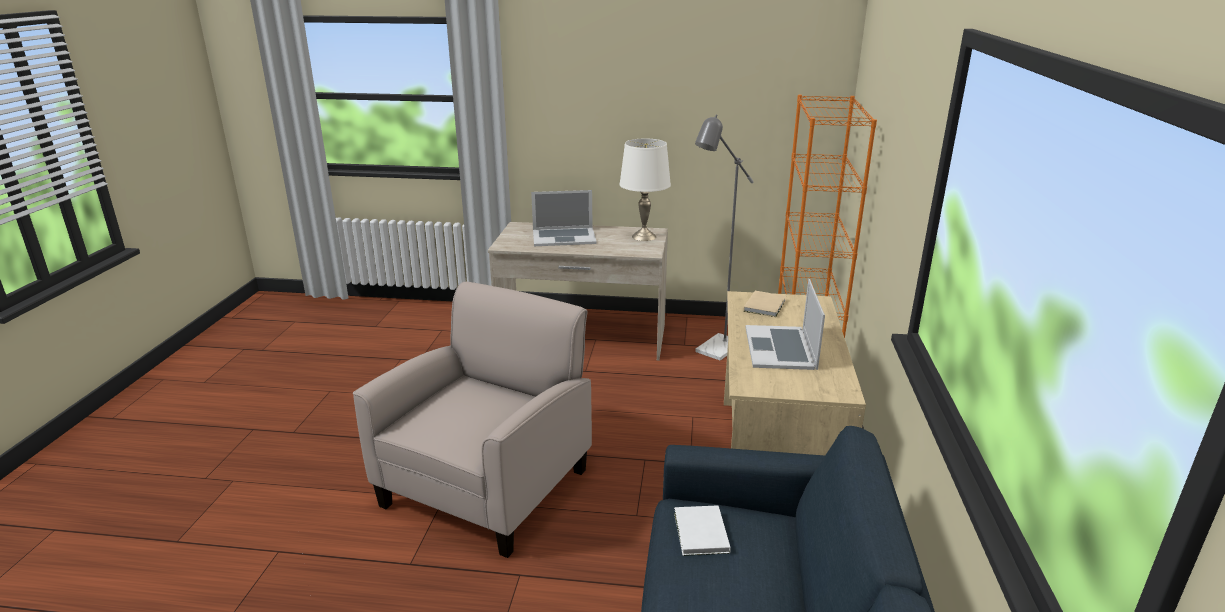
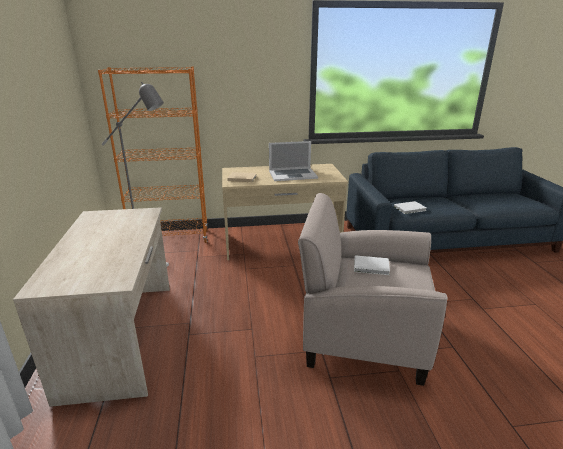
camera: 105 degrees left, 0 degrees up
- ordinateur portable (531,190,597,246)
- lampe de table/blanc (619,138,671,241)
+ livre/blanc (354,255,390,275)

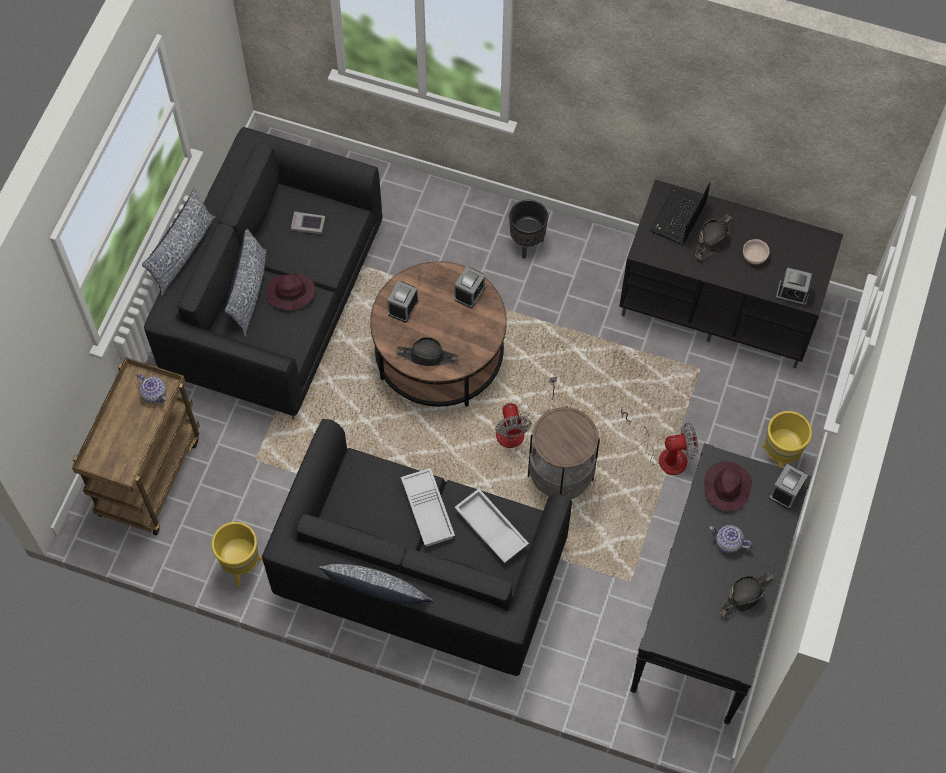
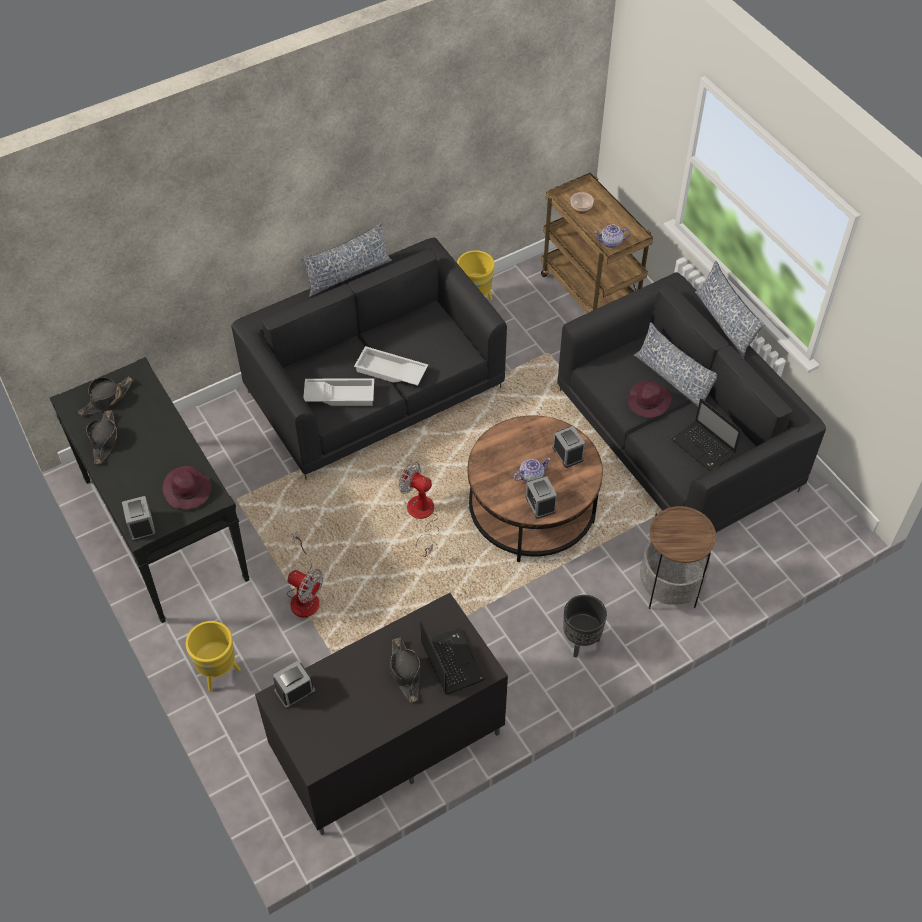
camera: 130 degrees right, 10 degrees down
~ chapeau/noir (396,337,459,366) to (78,377,133,416)
~ table d'appoint (527,406,600,499) to (640,506,716,609)
~ théière (709,525,752,553) to (514,458,550,483)
~ bol (743,239,770,265) to (571,192,594,214)
~ livre (291,212,325,234) to ordinateur portable (671,398,742,471)
~ ventilateur (621,408,698,475) = (287,531,323,618) 90 degrees counterclockwise

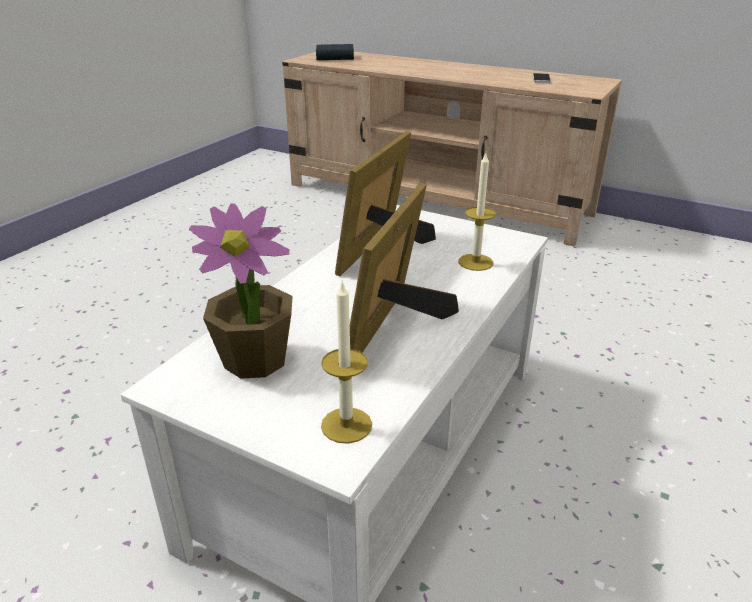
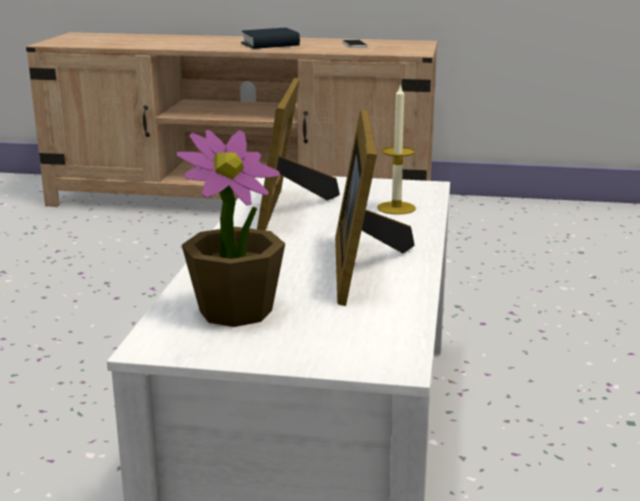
camera: 20 degrees left, 10 degrees down
- bougie (321,280,372,444)
~ livre (316,44,354,60) to (241,28,300,49)

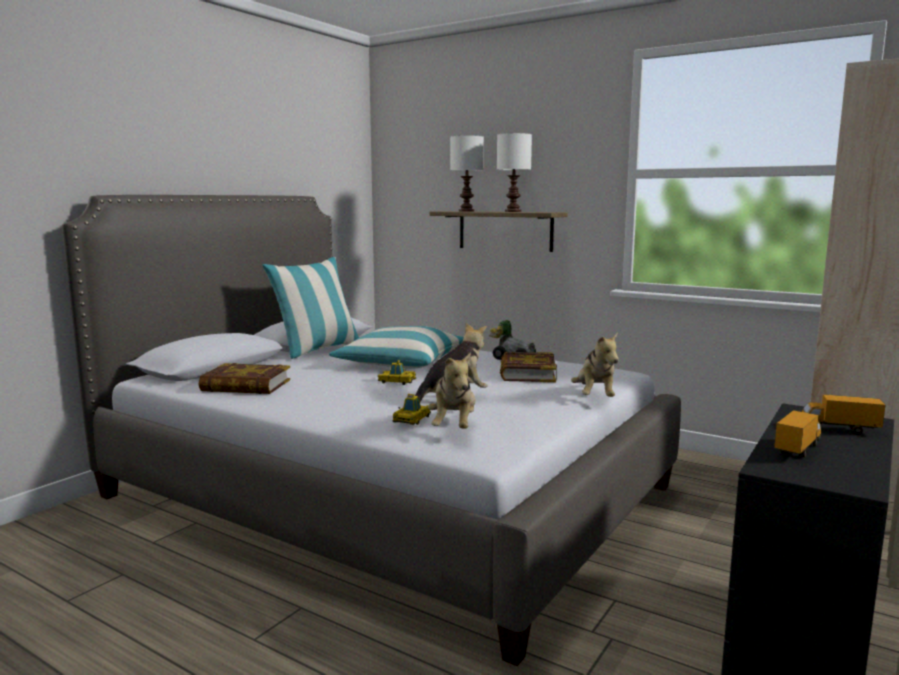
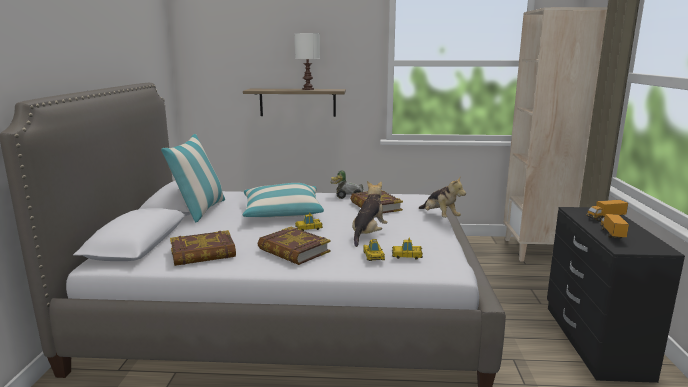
camera: 30 degrees left, 5 degrees up
- lampe de table/blanc (450,135,484,211)
+ livre (258,227,331,265)
~ peluche (428,352,476,429) to petite voiture (392,238,423,260)

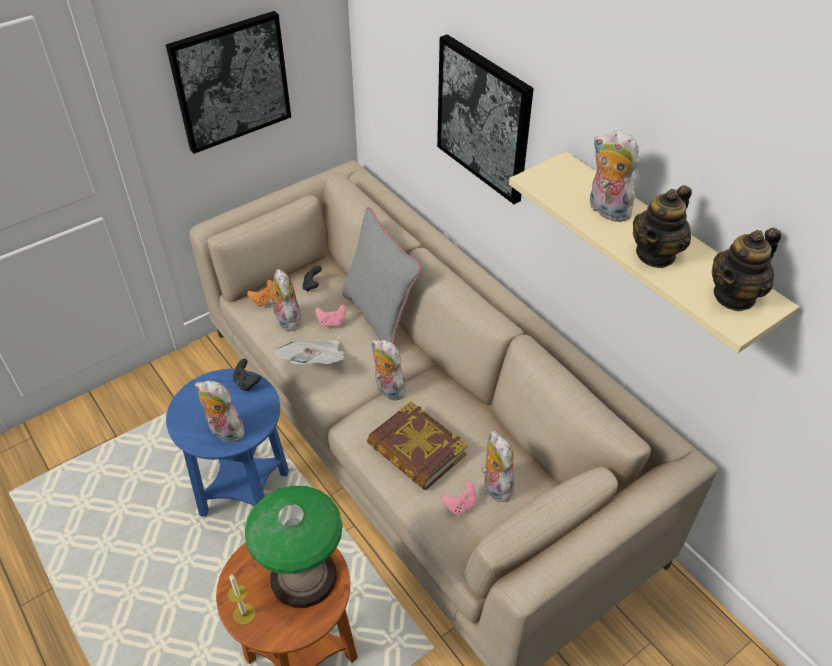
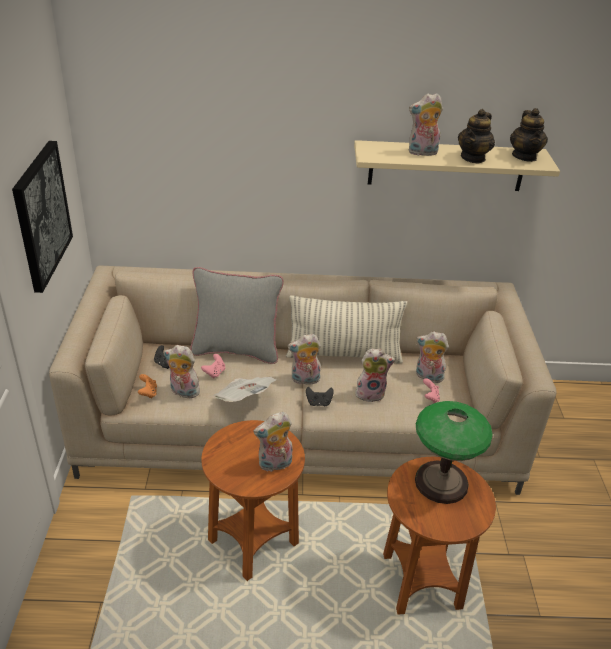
camera: 55 degrees left, 10 degrees down
- bougie (227,575,256,625)
- tableau (437,34,534,204)
+ coussin (286,295,407,364)
~ manette/noir (233,359,261,391) to (306,387,334,406)
~ livre (367,401,468,490) to peluche (355,348,395,402)
~ table d'appoint/bleu (166,369,289,517) to table d'appoint/marron (201,420,305,581)
~ théière (633,185,692,268) = (458,109,495,164) 45 degrees clockwise

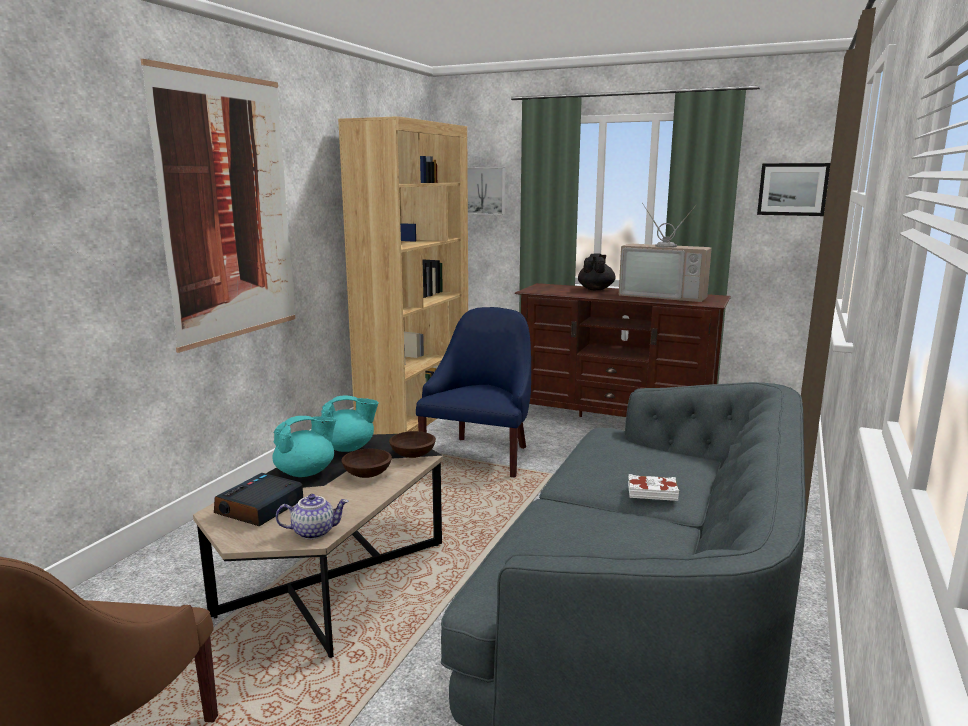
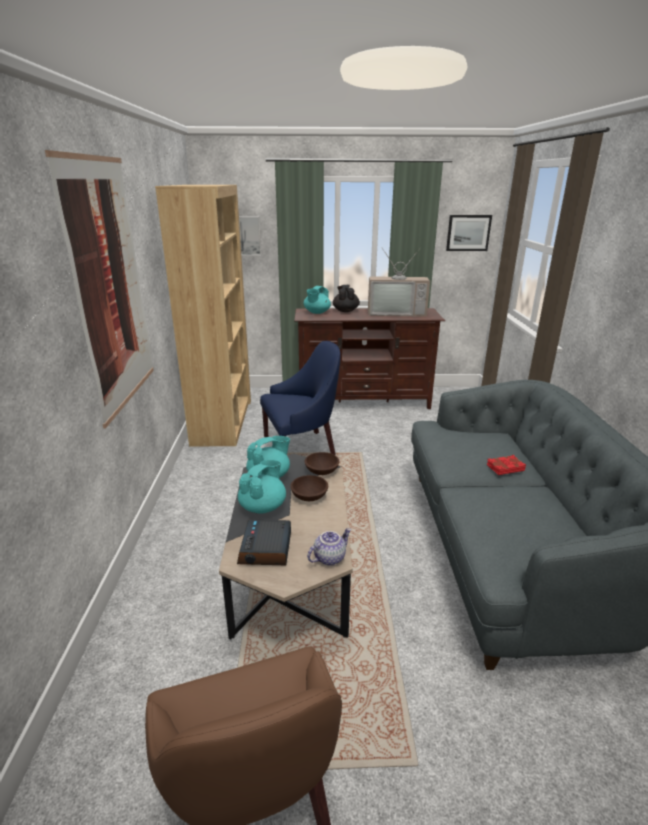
camera: 25 degrees left, 10 degrees up
+ théière/turquoise (304,286,331,314)
~ livre/blanc (628,474,679,501) to livre/rouge (487,455,526,475)
~ fauteuil/bleu (416,307,531,478) = (260,341,341,455) 75 degrees clockwise

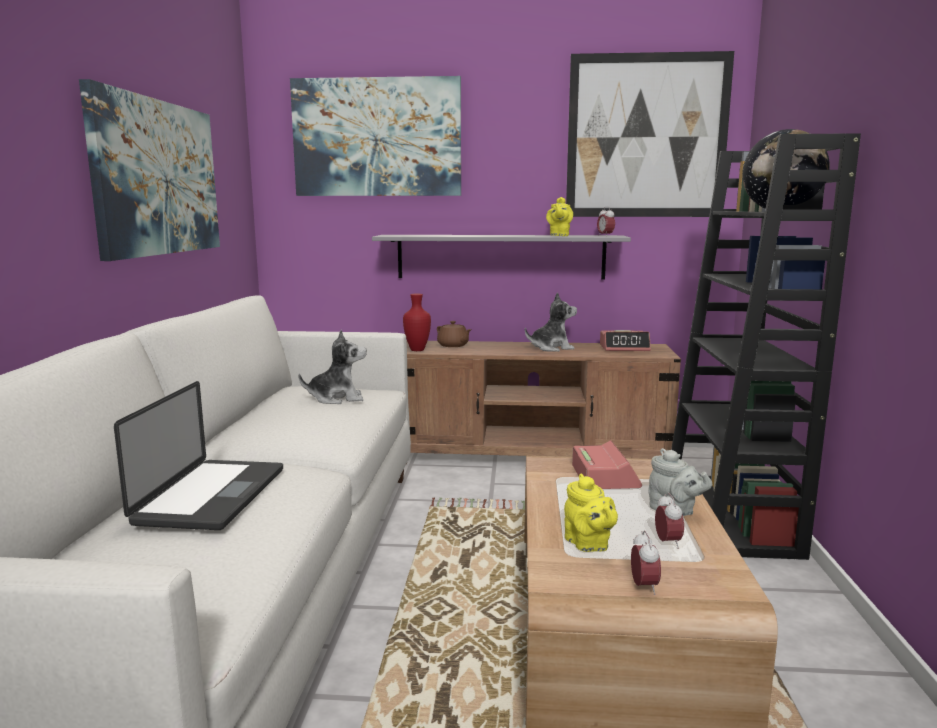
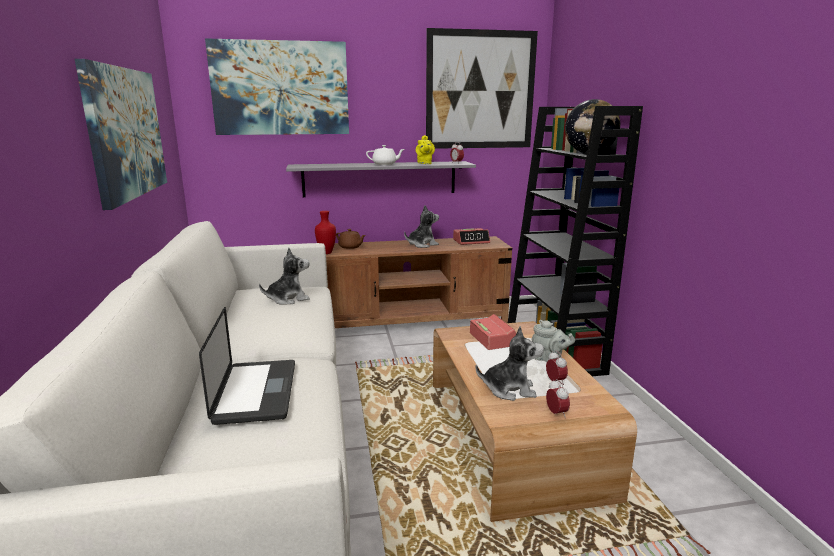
camera: 15 degrees left, 5 degrees up
+ théière/blanc (366,145,405,165)
~ théière/jaune (564,474,618,552) to peluche (475,326,544,401)

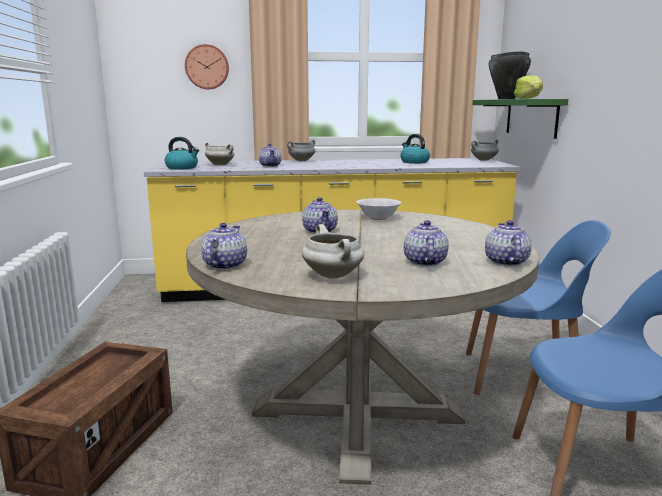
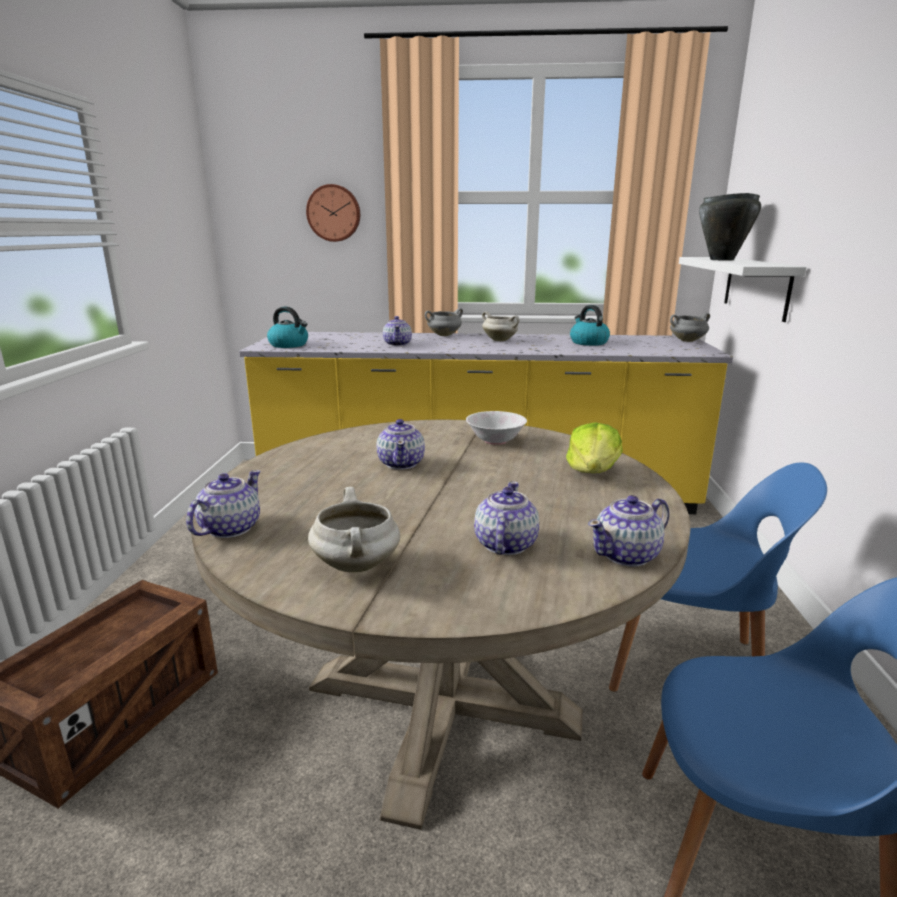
camera: 10 degrees right, 5 degrees up
~ marmite/blanc (205,142,234,165) to (482,311,519,341)
~ laitue (514,75,543,99) to (566,422,623,473)
~ étagère/vert (472,99,568,139) to étagère/blanc (679,257,807,322)
~ théière (485,220,532,266) = (588,495,669,567) 135 degrees counterclockwise

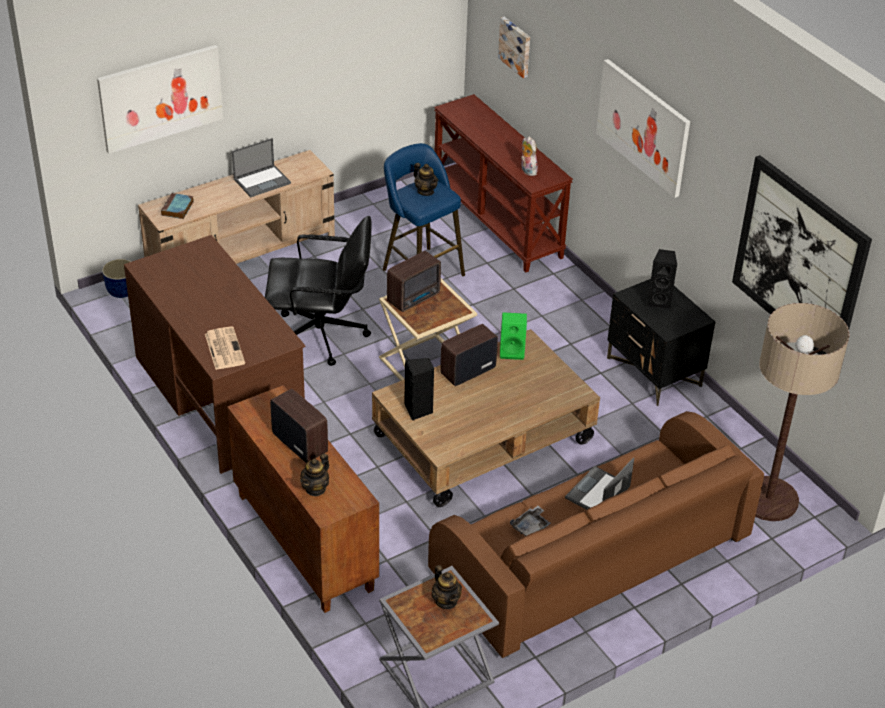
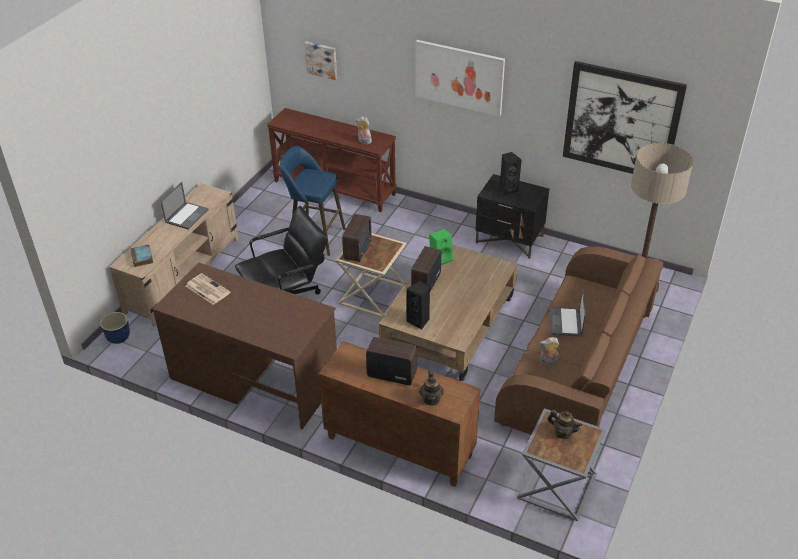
camera: 30 degrees left, 0 degrees up
- tableau (97,45,223,154)
- théière (414,163,438,196)
~ journal (205,326,245,370) to (186,273,230,305)
~ plateau/gris (510,506,551,536) to peluche (539,337,559,366)

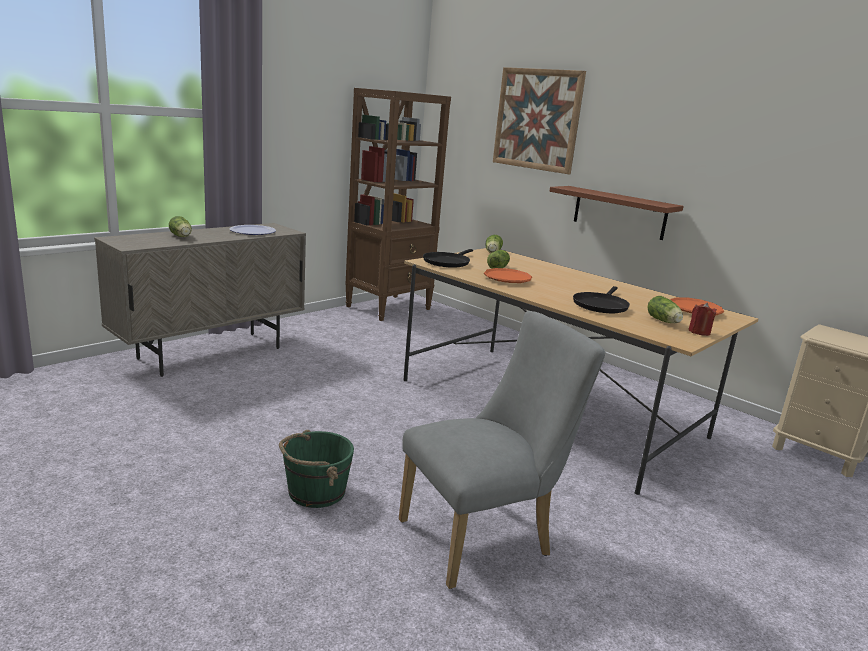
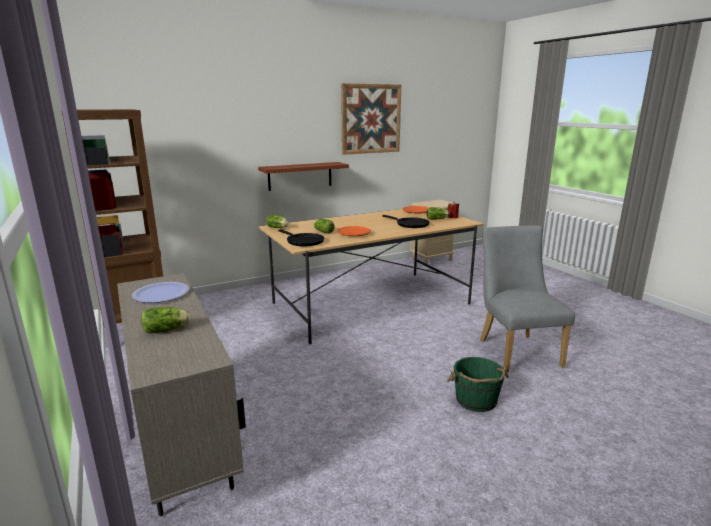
camera: 70 degrees left, 0 degrees up
~ tableau (493,67,586,174) to (341,83,401,155)

